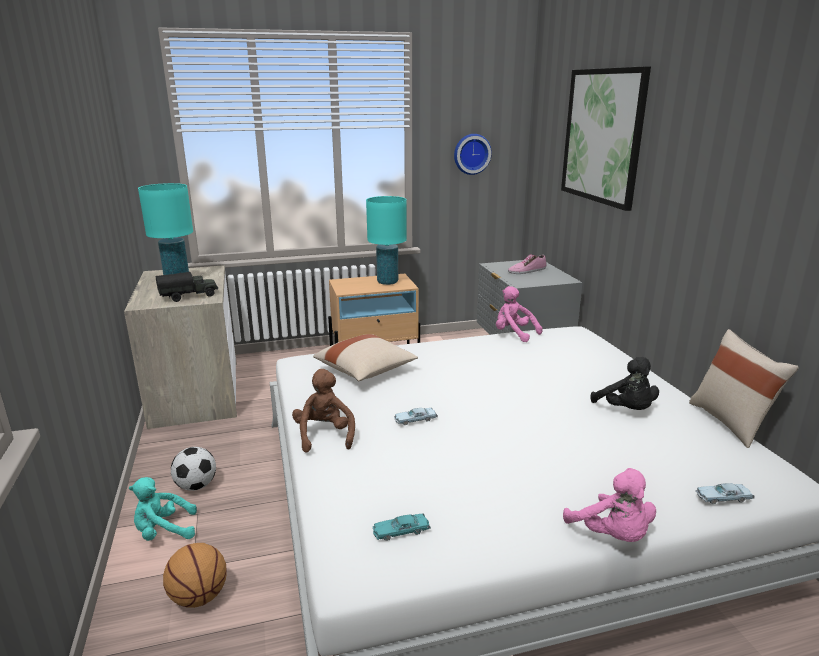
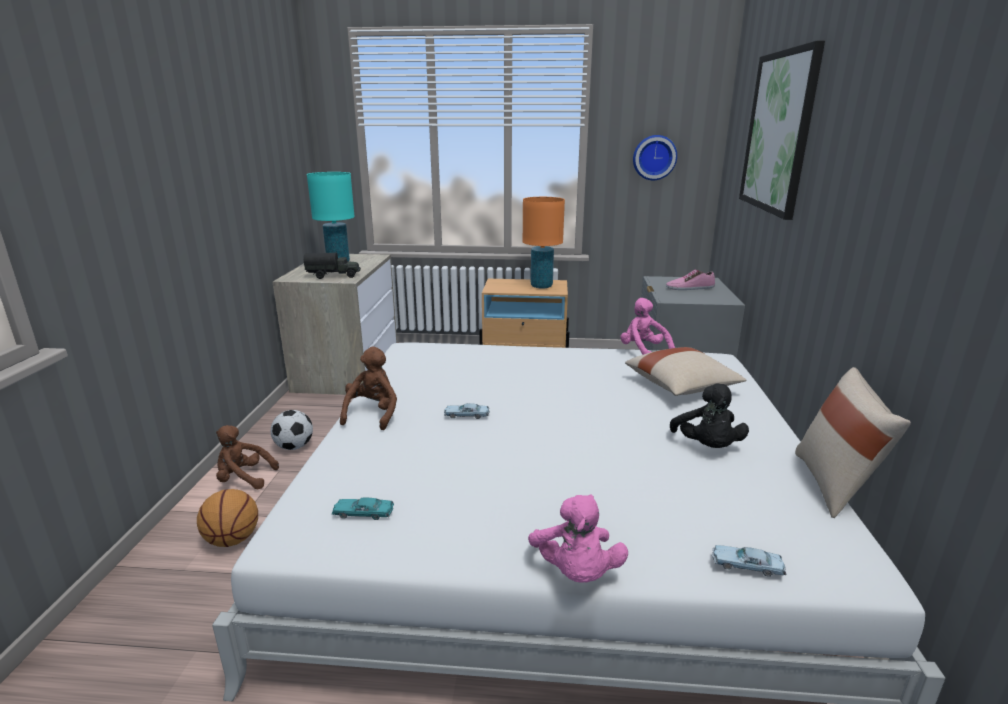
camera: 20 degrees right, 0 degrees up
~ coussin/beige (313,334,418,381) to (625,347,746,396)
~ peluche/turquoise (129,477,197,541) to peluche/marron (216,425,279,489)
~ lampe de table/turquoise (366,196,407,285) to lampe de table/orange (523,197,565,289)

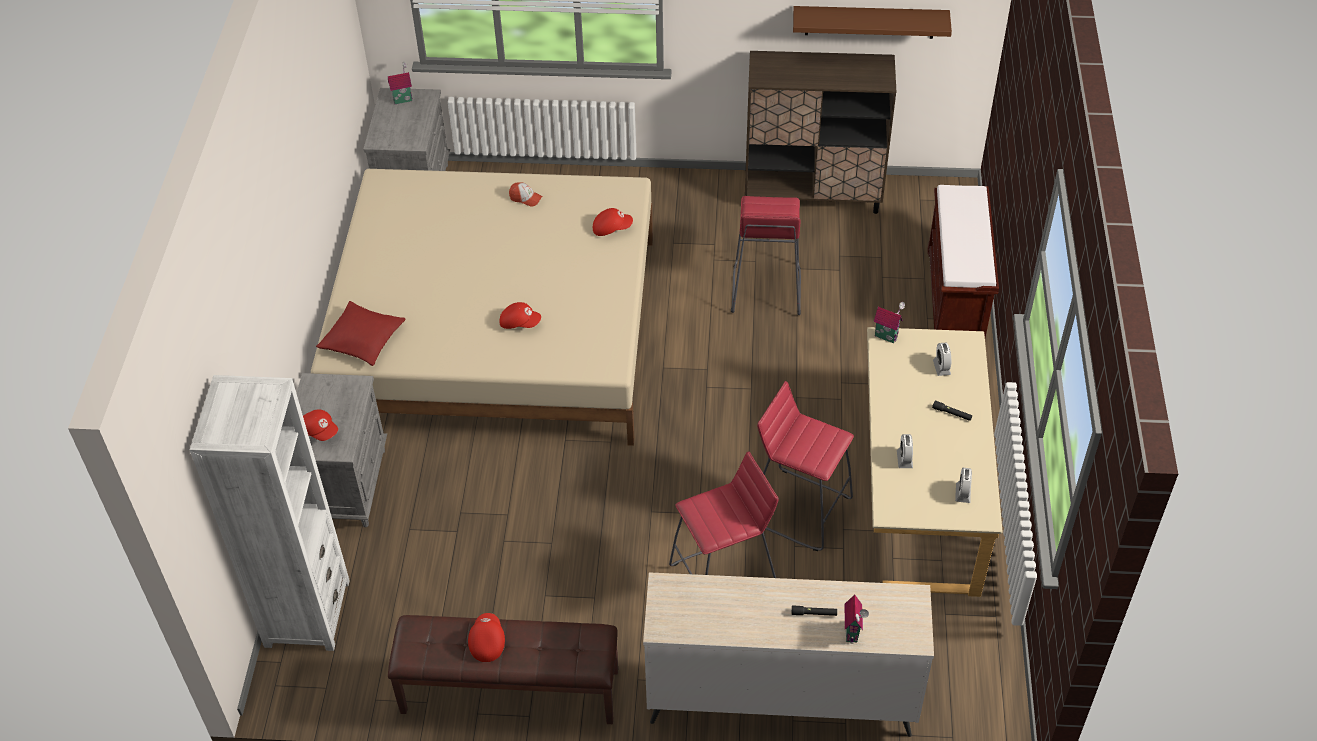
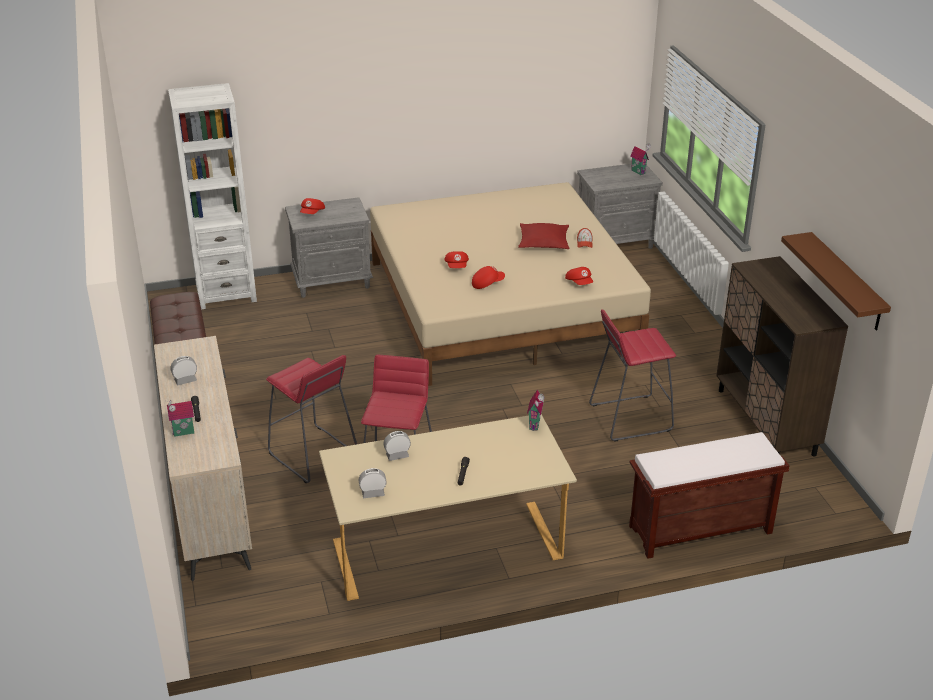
camera: 70 degrees right, 15 degrees down
~ coussin/rouge (316,301,406,366) to (518,223,570,249)
~ casquette/rouge (468,613,505,662) to (472,266,505,289)
~ réveil (933,343,951,376) to (171,356,197,385)

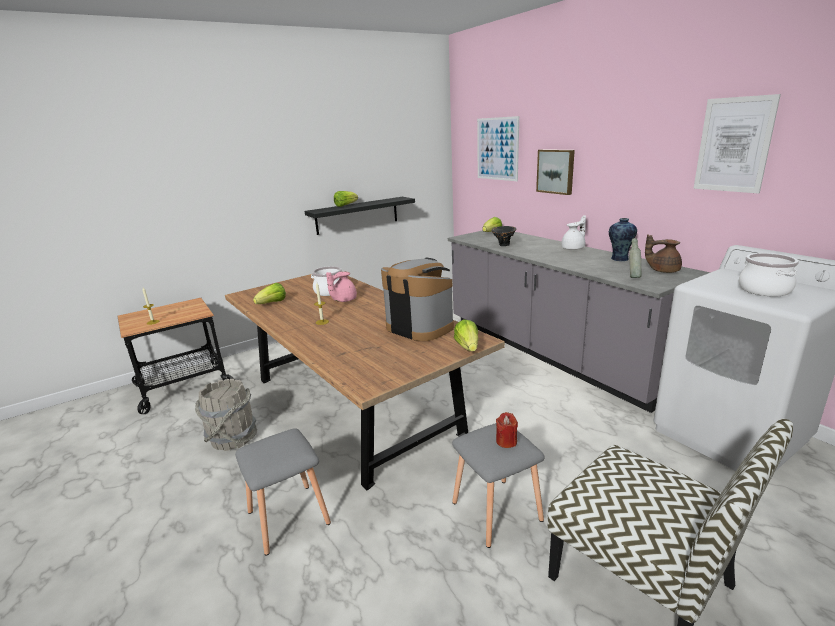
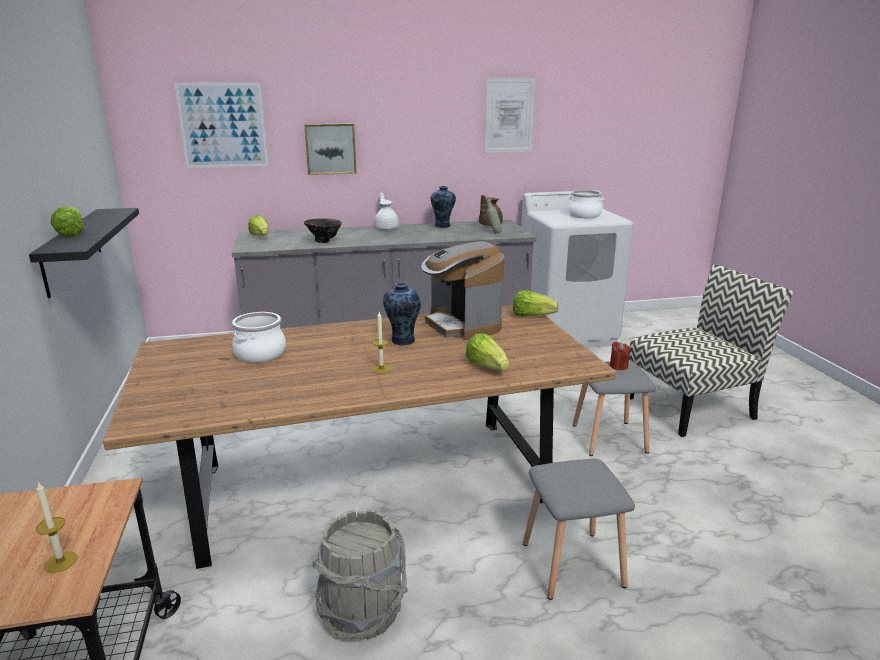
camera: 70 degrees left, 0 degrees up
- théière/rose (326,271,357,302)
+ vase (383,282,421,345)
~ laitue (253,283,286,304) to (466,334,509,371)
~ machine à café (381,257,454,341) = (421,241,504,340) 90 degrees counterclockwise

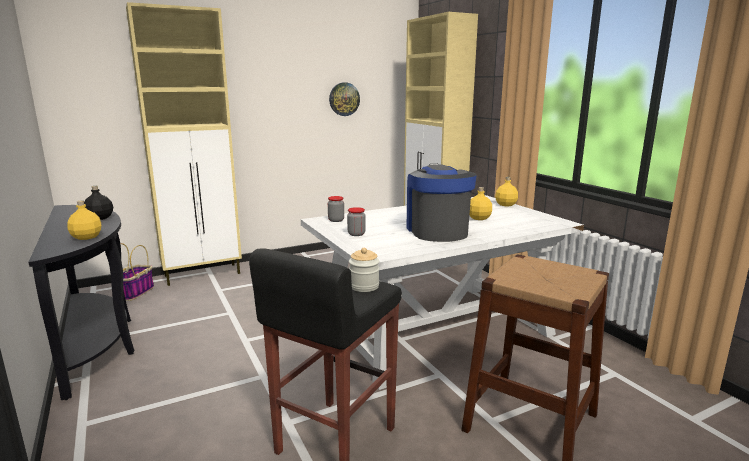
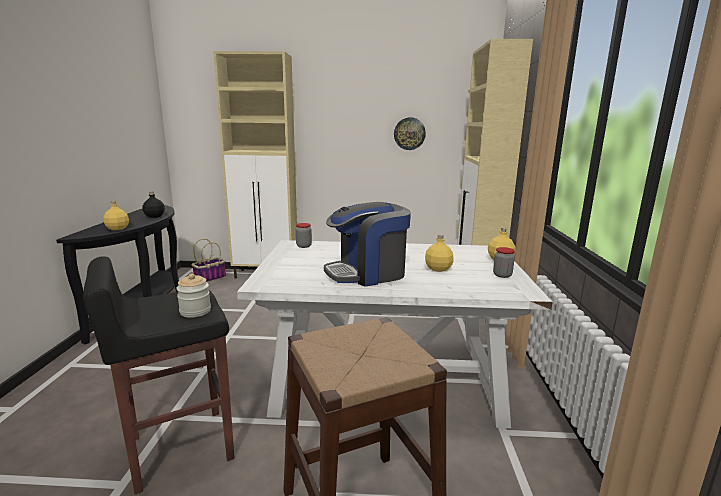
camera: 30 degrees right, 0 degrees up
~ bocal (347,207,366,236) to (493,247,515,278)
~ machine à café (407,164,477,242) = (324,202,411,286) 135 degrees counterclockwise

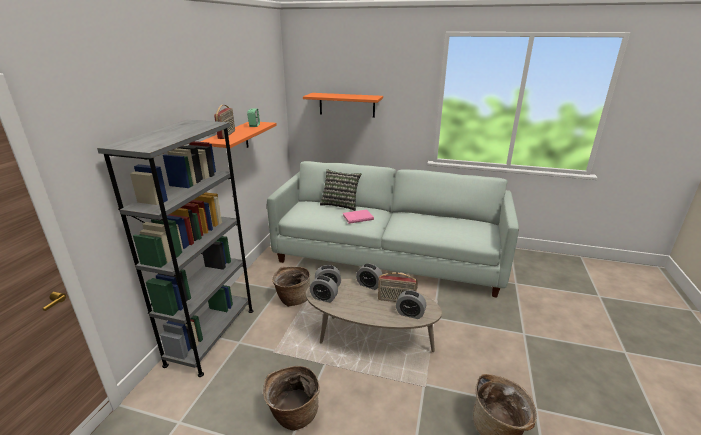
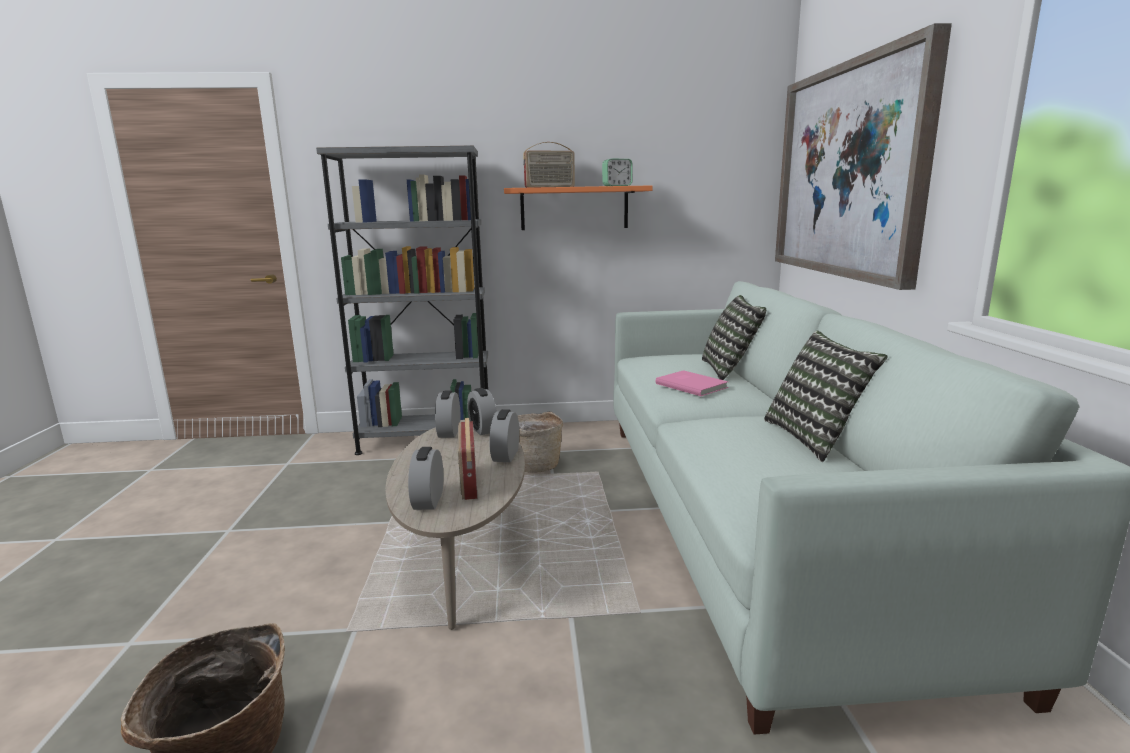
camera: 70 degrees right, 10 degrees down
- panier (263,366,320,431)
+ coussin (764,331,888,462)
~ étagère/orange (303,93,383,118) to tableau (775,23,952,290)

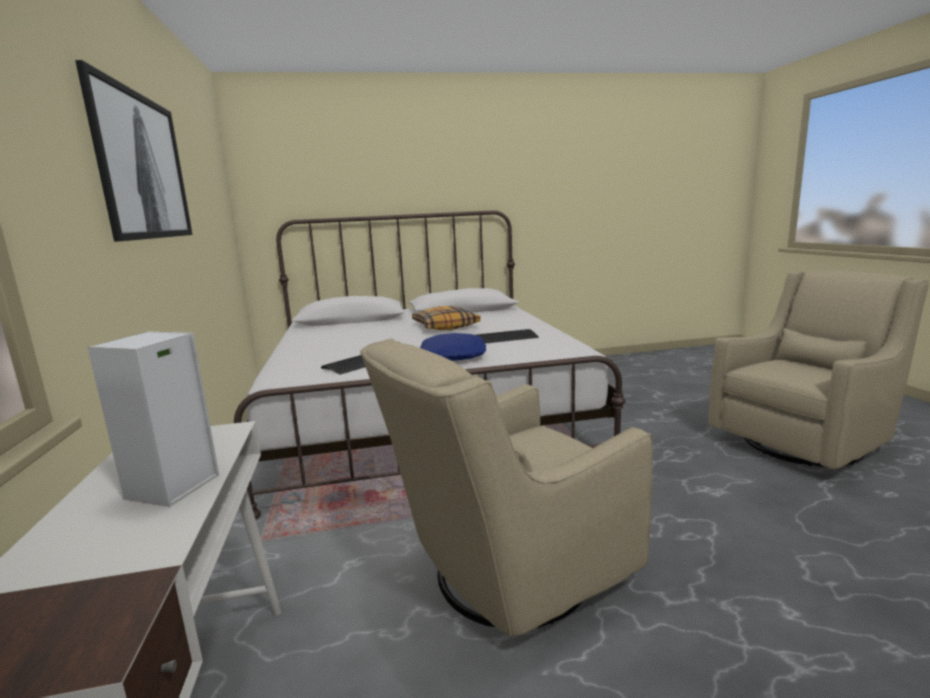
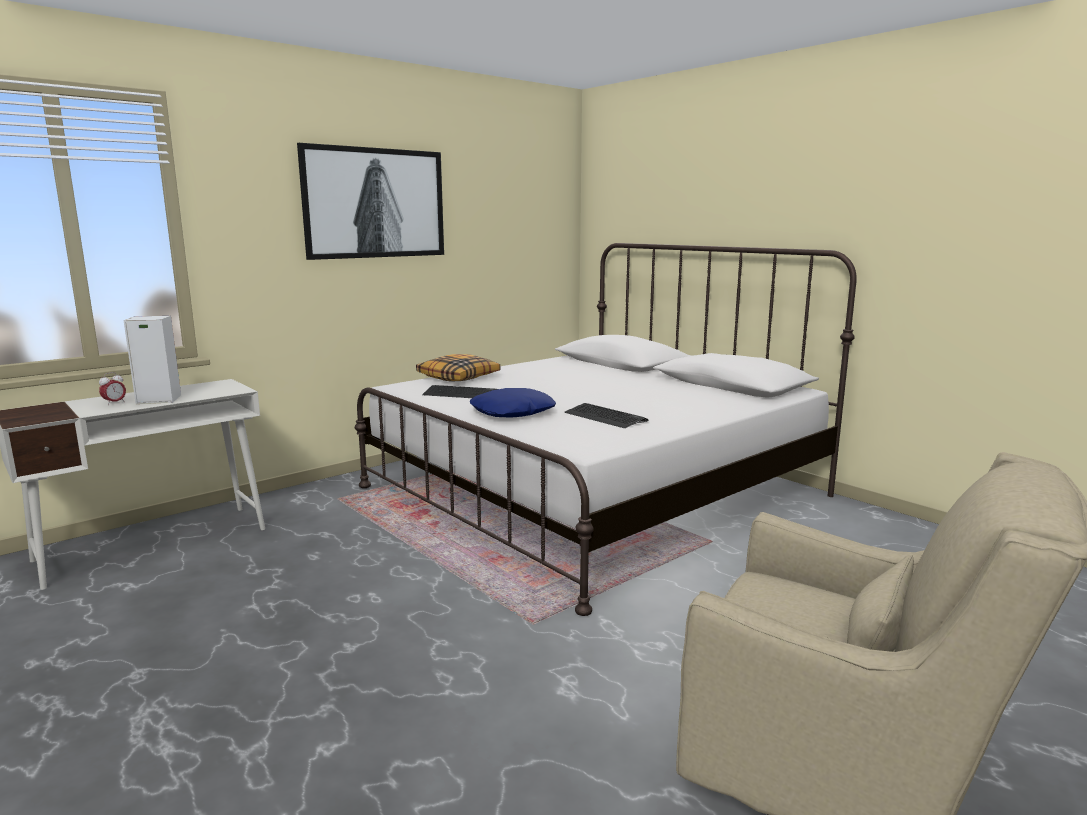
camera: 60 degrees right, 0 degrees up
- fauteuil/beige (360,339,653,636)
+ réveil (99,372,126,405)
~ coussin (412,306,481,330) to (416,354,500,381)

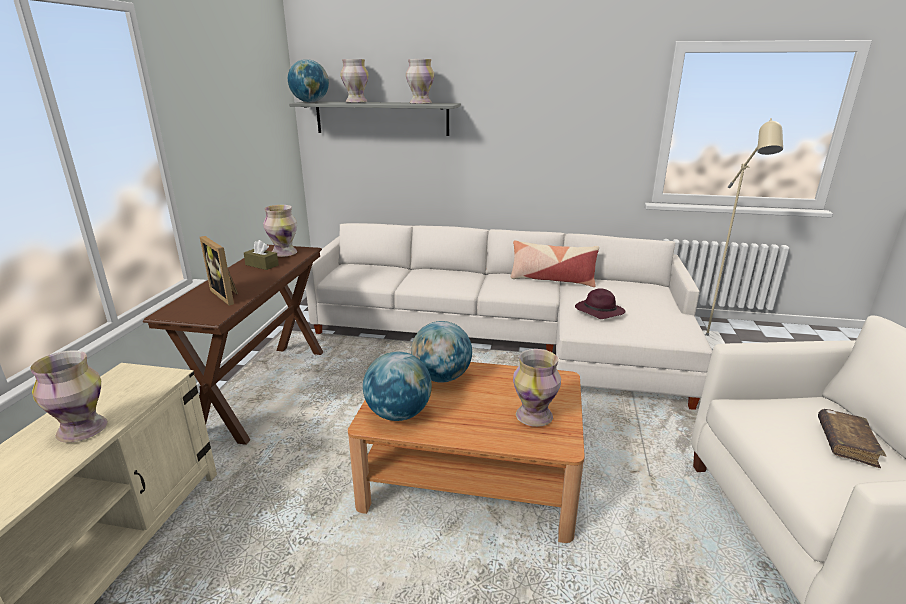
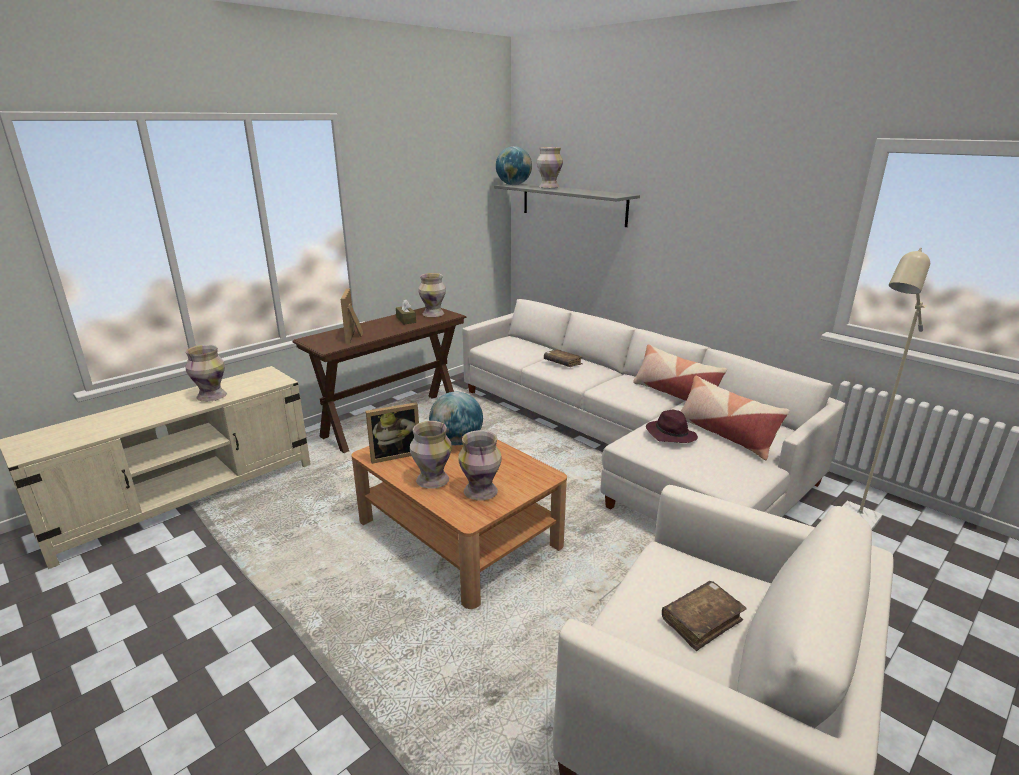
camera: 35 degrees right, 0 degrees up
+ livre/marron (544,349,583,367)
+ coussin (681,376,790,460)
~ vase (406,59,434,104) to (410,421,452,489)
~ globe (363,351,432,421) to cadre photo (366,403,419,464)

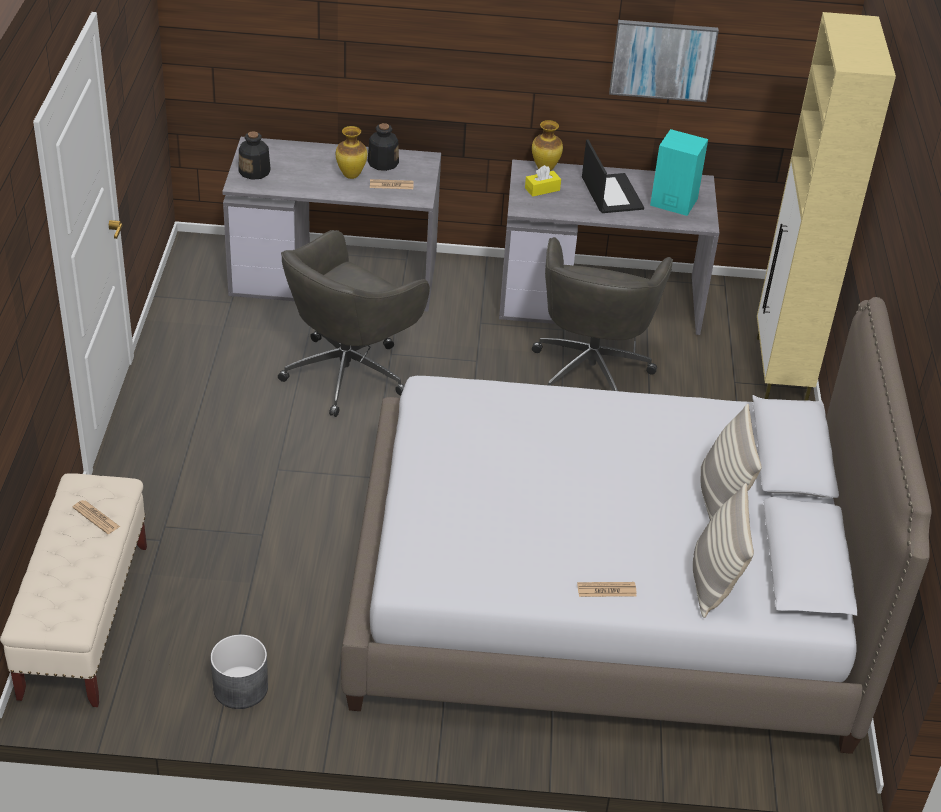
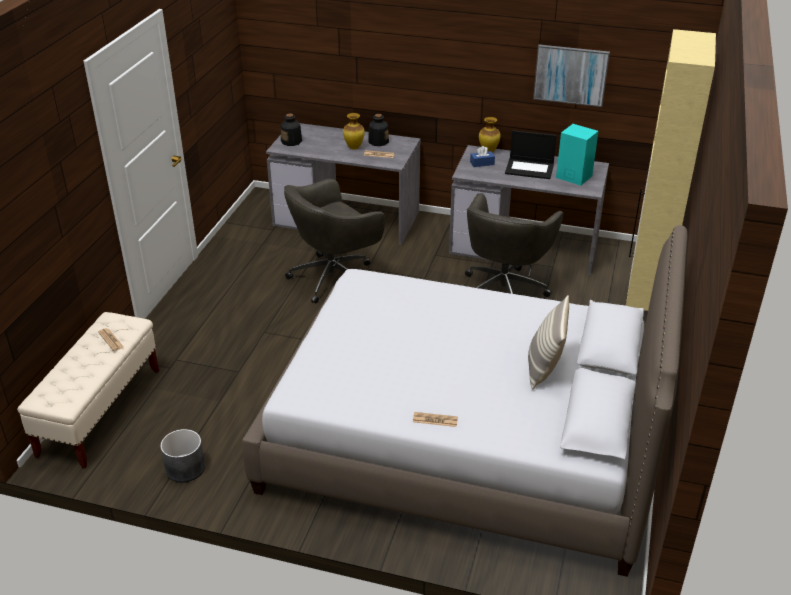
camera: 15 degrees right, 5 degrees down
- coussin (693,483,754,618)
~ boîte à mouchoirs/jaune (525,165,561,197) to boîte à mouchoirs/bleu (470,146,495,167)
~ ordinateur portable (582,140,644,213) = (505,130,557,179) 105 degrees clockwise

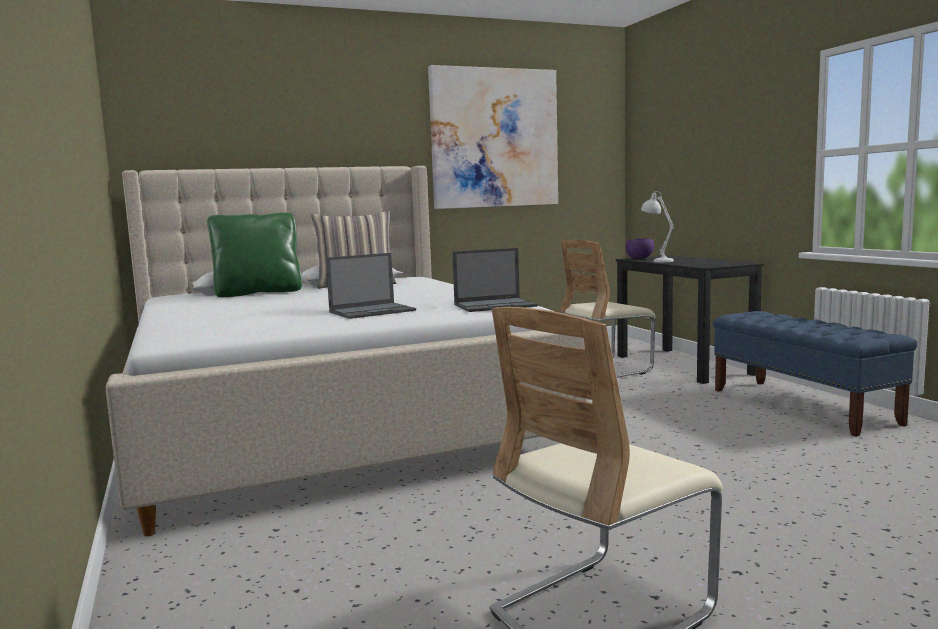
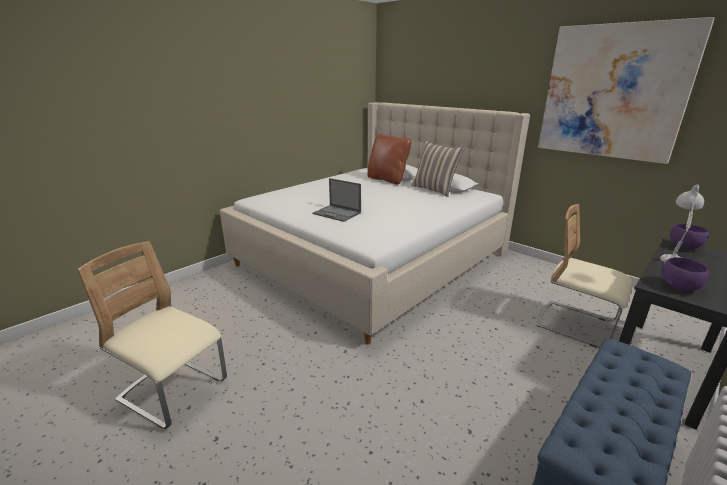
camera: 65 degrees right, 15 degrees up
- ordinateur portable (452,248,538,312)
+ bol/violet (661,257,709,291)
~ coussin/vert (207,212,302,297) to coussin/marron (367,134,411,185)

